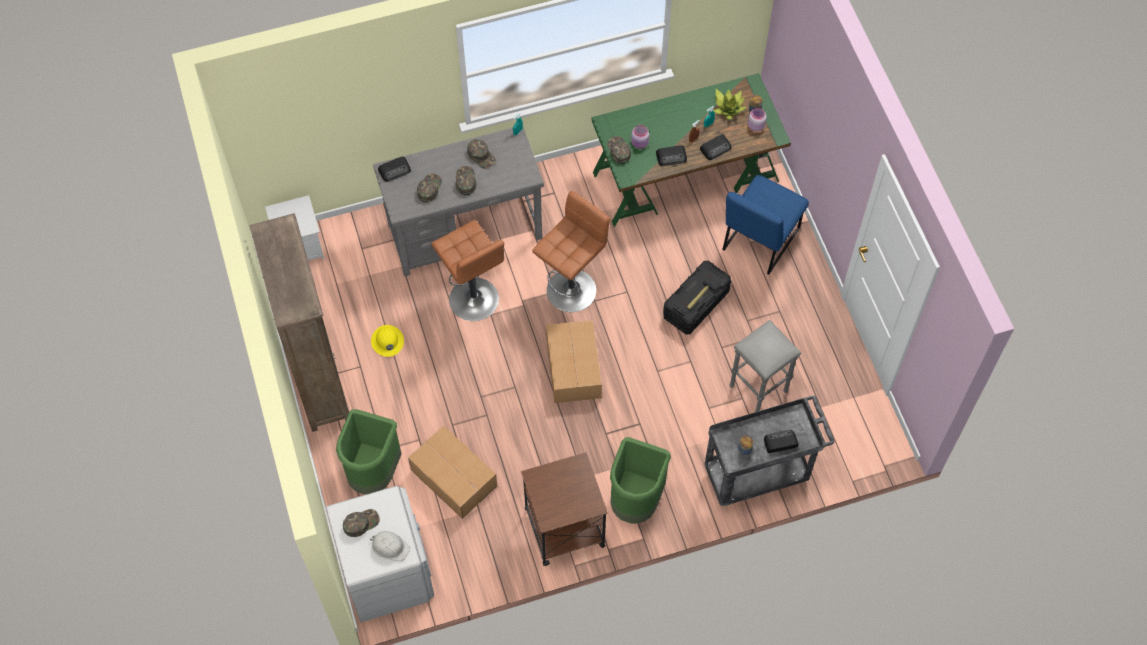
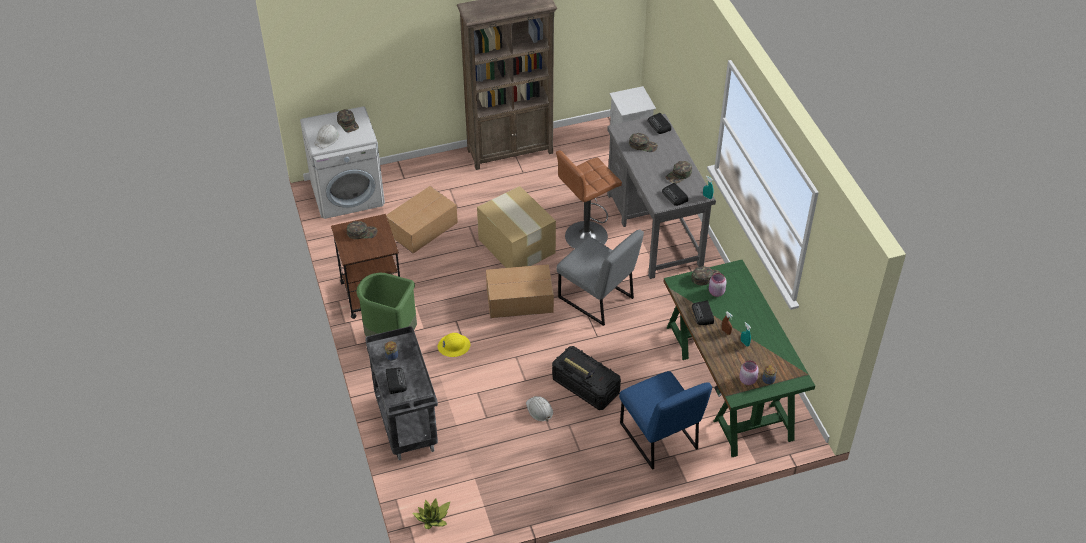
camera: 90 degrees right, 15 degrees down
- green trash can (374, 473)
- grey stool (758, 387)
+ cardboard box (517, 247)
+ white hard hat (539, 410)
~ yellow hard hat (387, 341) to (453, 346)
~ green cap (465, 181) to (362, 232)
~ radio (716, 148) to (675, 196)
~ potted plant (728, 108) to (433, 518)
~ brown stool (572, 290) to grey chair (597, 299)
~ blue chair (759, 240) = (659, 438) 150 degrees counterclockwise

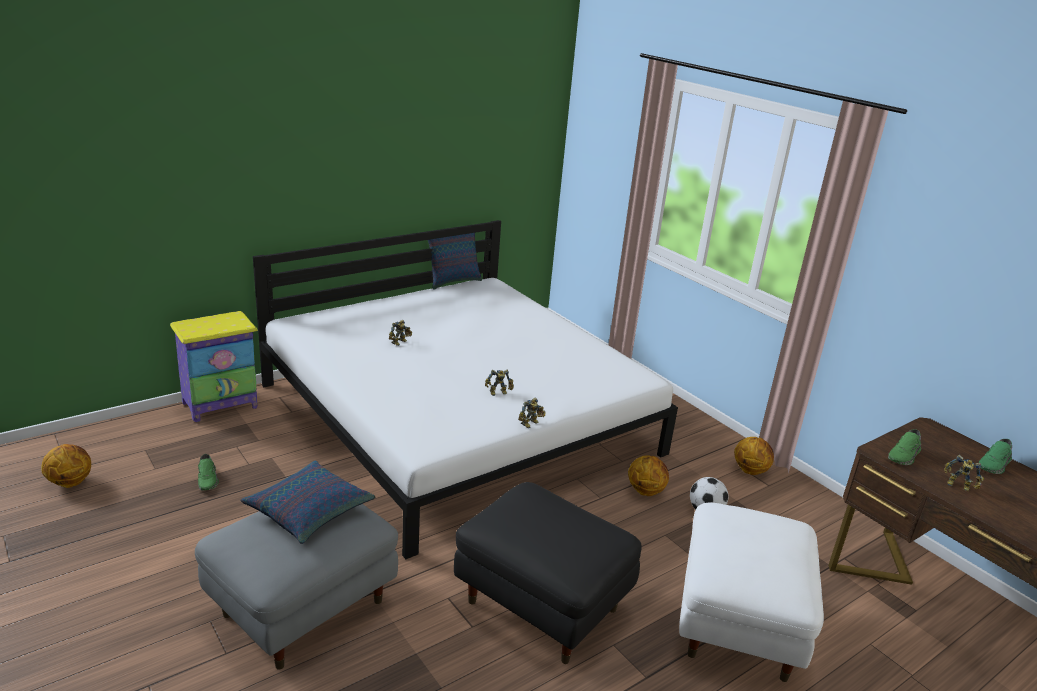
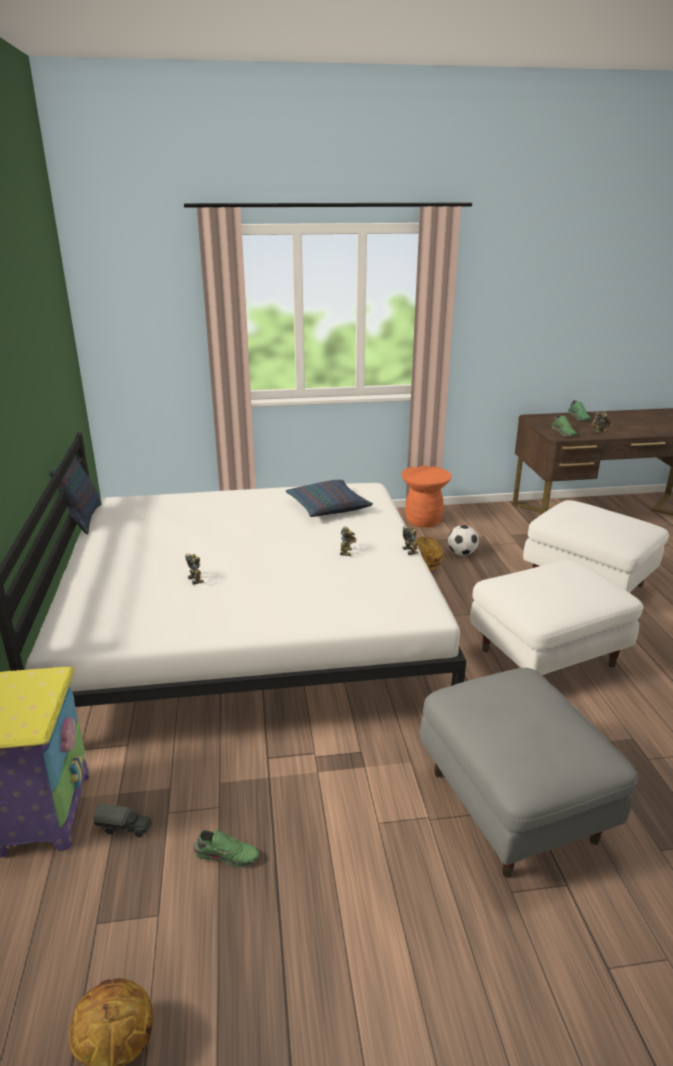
camera: 60 degrees left, 0 degrees up
+ toy truck (125, 828)
~ blue pillow (309, 511) to (327, 507)
~ basketball (750, 470) to orange stool (423, 521)
~ black ottoman (540, 605) to white ottoman (545, 659)

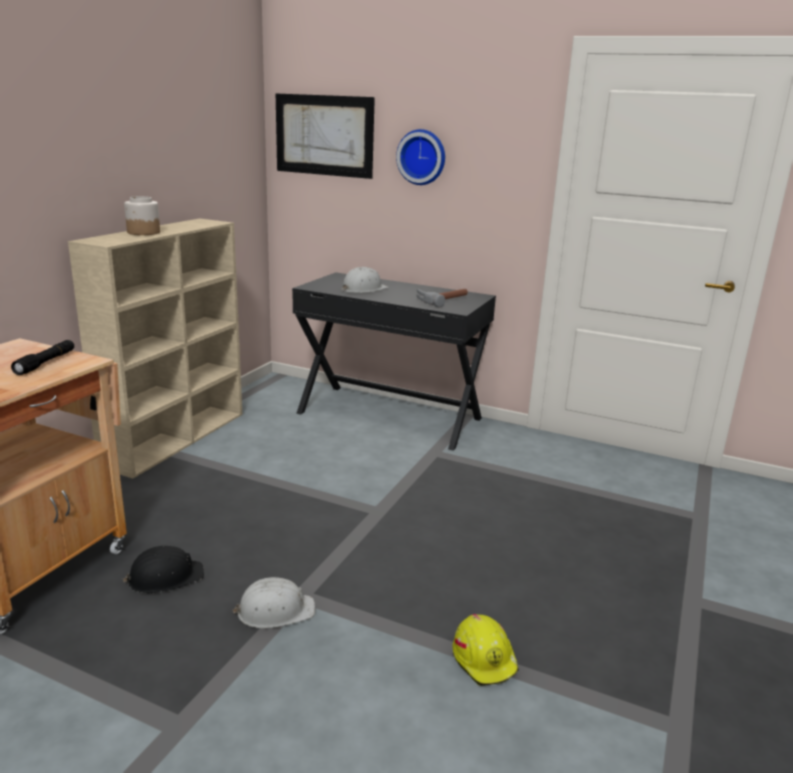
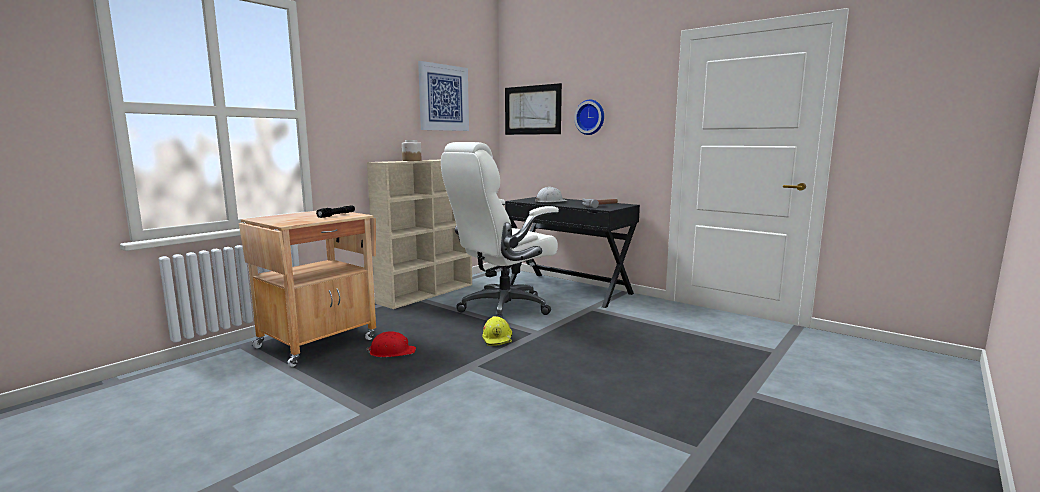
camera: 15 degrees right, 10 degrees down
- white hard hat (275, 611)
+ picture (443, 98)
+ white office chair (502, 308)
~ yellow hard hat (485, 659) to (498, 339)
~ black hard hat (165, 577) to red hard hat (392, 352)

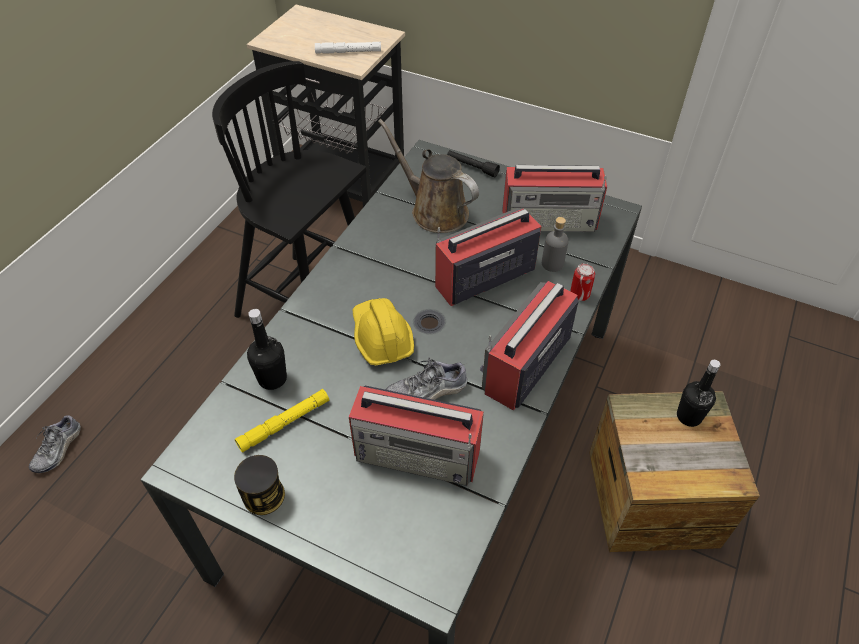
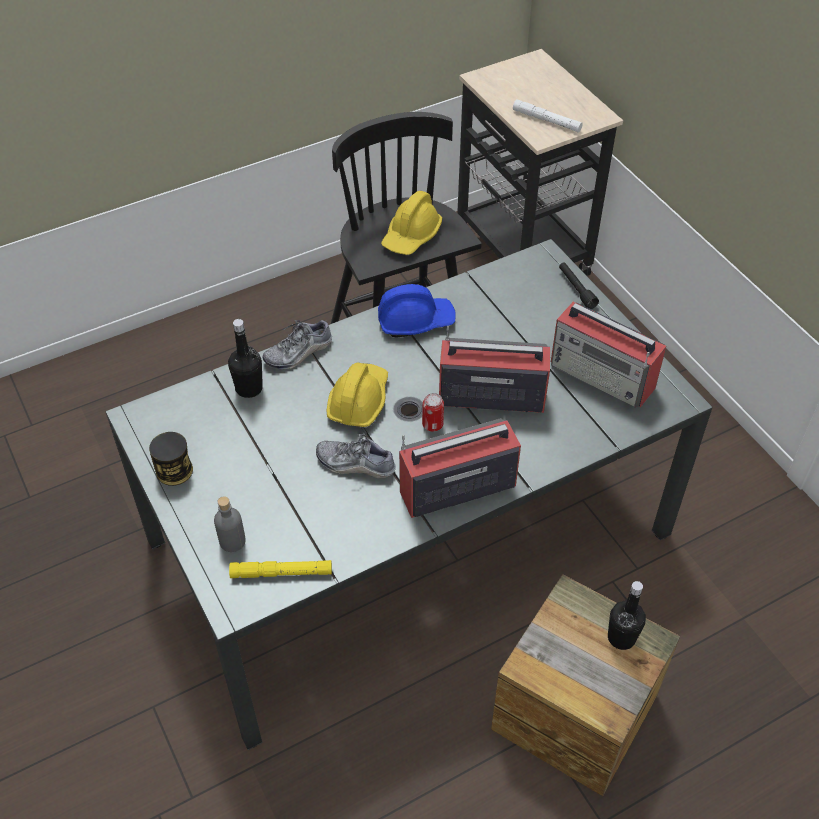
camera: 35 degrees right, 0 degrees up
- radio (418, 455)
- brown watering can (435, 211)
+ blue hard hat (415, 321)
+ yellow hard hat (411, 236)
~ shoe (58, 449) to (298, 352)
~ yellow flashlight (284, 423) to (281, 573)
~ grey bottle (552, 264) to (232, 541)
~ can (579, 294) to (432, 424)

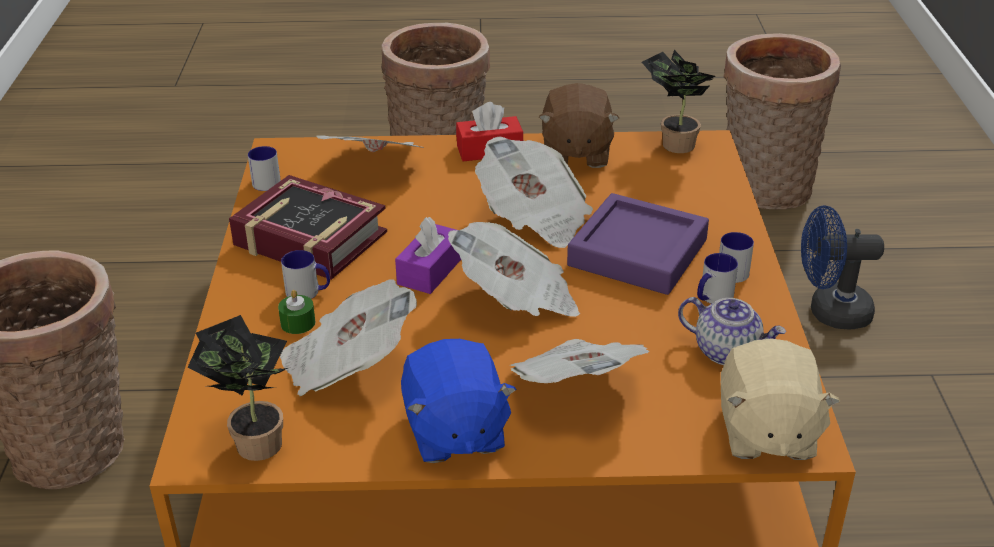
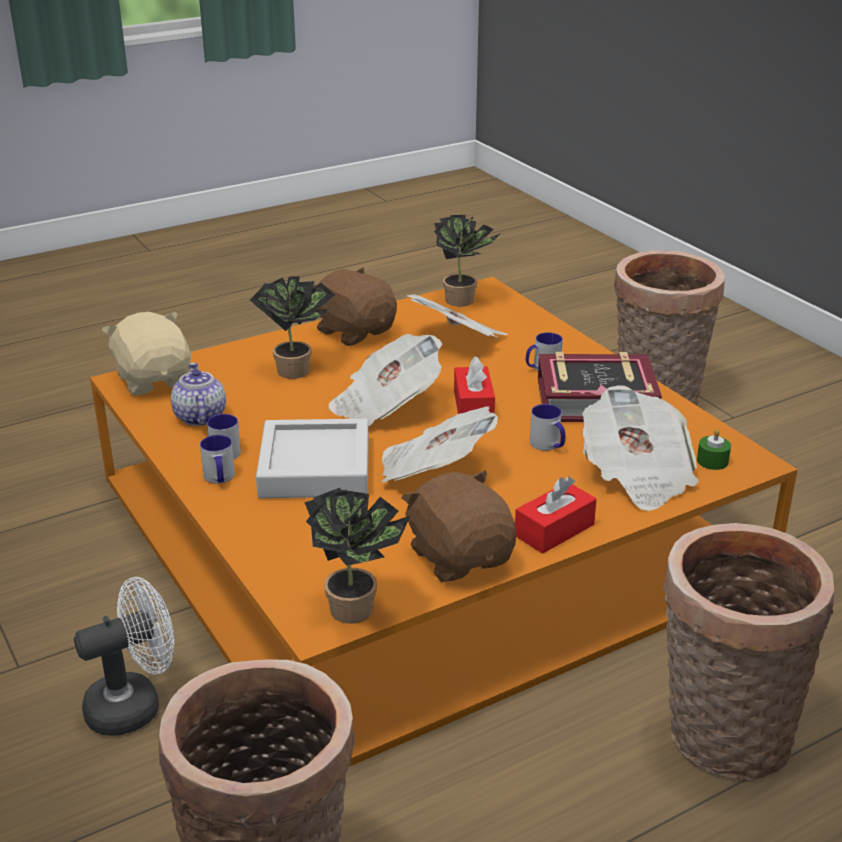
camera: 150 degrees right, 5 degrees down
~ mug (266, 180) to (548, 445)
~ green candle (298, 323) to (712, 461)
~ newspaper (576, 387) to potted plant (297, 369)
~ purple tissue box (430, 270) to red tissue box (473, 406)
~ blue plush toy (454, 432) to brown plush toy (355, 331)
~ purple tray (637, 253) to grey tray (315, 468)
~ blue fan (830, 312) to white fan (135, 705)
~ teapot (727, 351) = (199, 416) 75 degrees clockwise

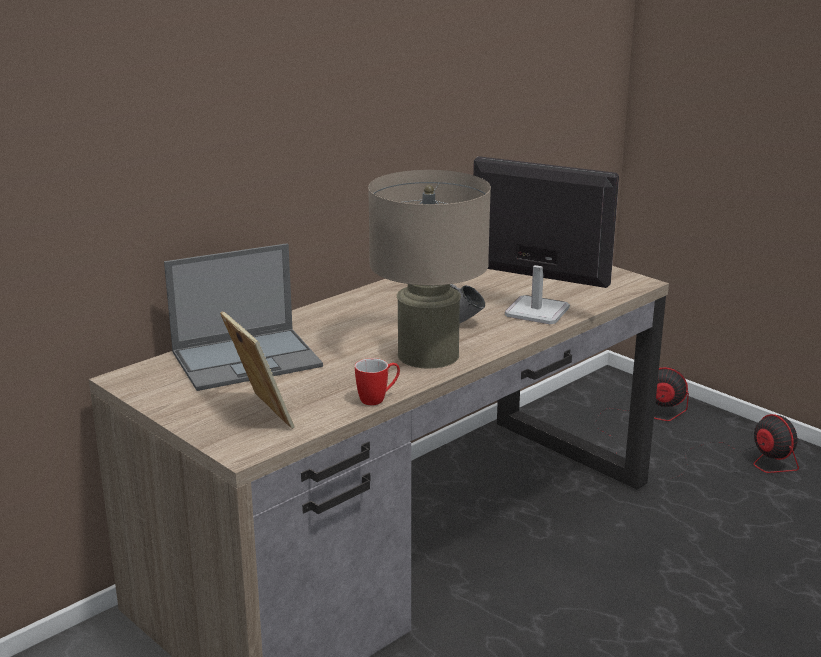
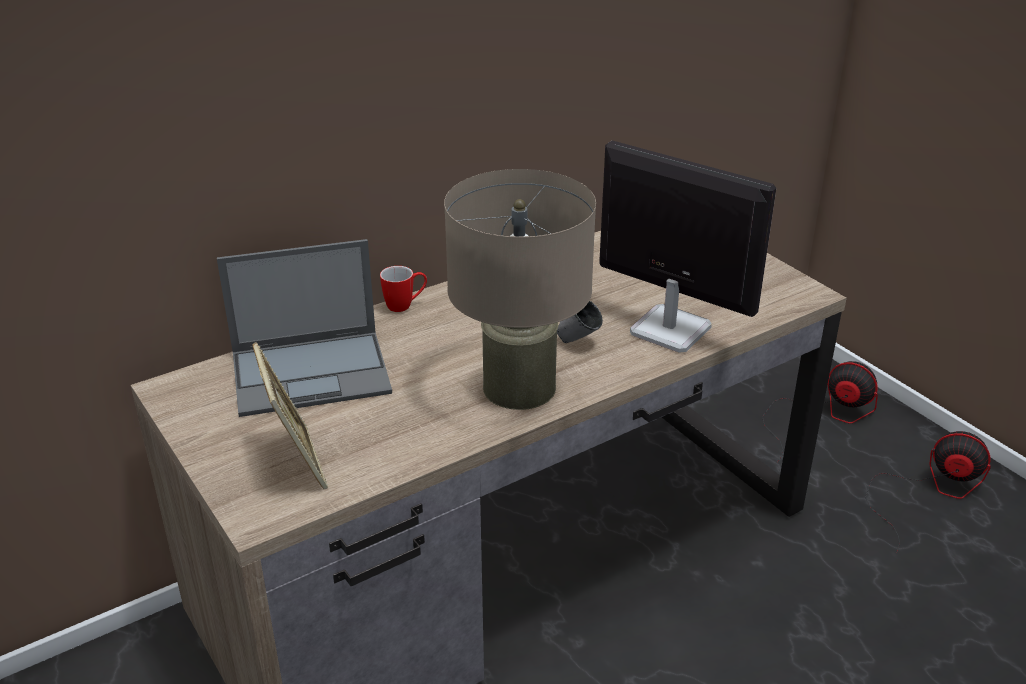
camera: 10 degrees right, 10 degrees up
~ mug (378, 399) to (405, 305)
~ fan (746, 462) = (929, 491) 45 degrees counterclockwise

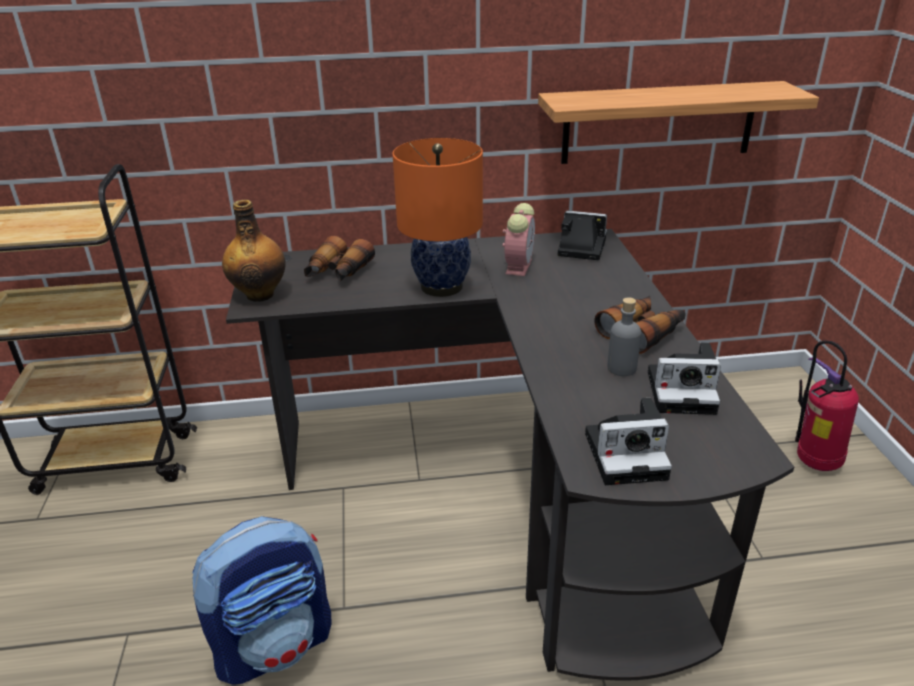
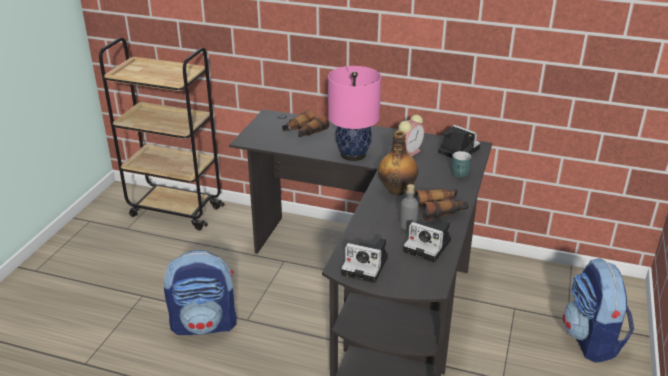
camera: 25 degrees right, 0 degrees up
- shelf (658, 123)
+ turquoise mug (461, 175)
~ bottle (260, 294) to (397, 190)
~ fire extinguisher (813, 462) to backpack (591, 340)
~ orange table lamp (442, 286) to pink table lamp (353, 154)

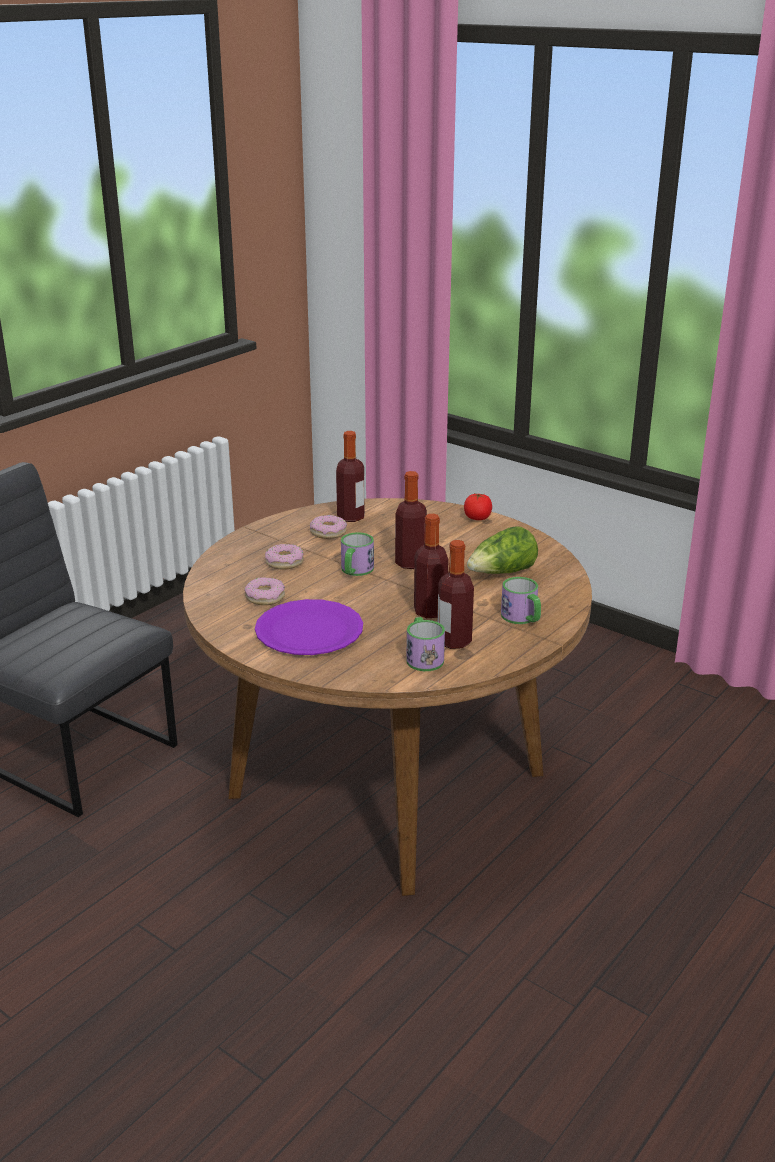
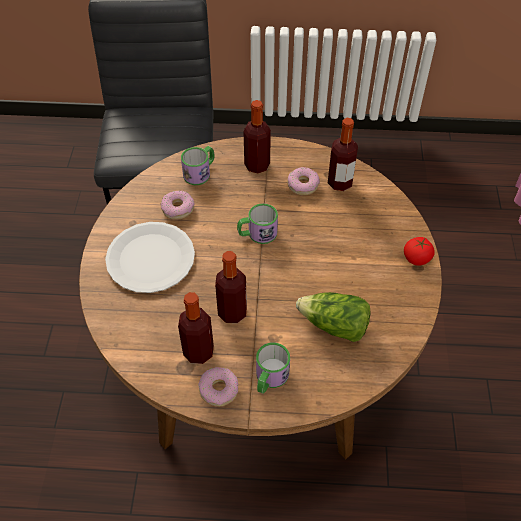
camera: 55 degrees right, 25 degrees up
~ donut (284, 562) to (218, 389)
~ bottle (410, 563) to (257, 165)
~ mug (423, 657) to (200, 172)
~ purple plate (309, 631) to white plate (150, 259)

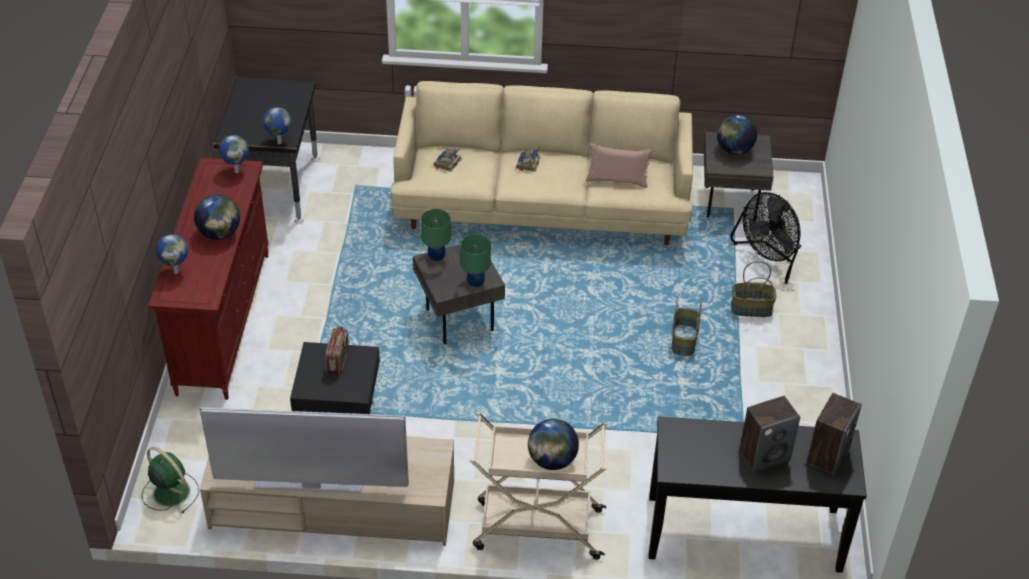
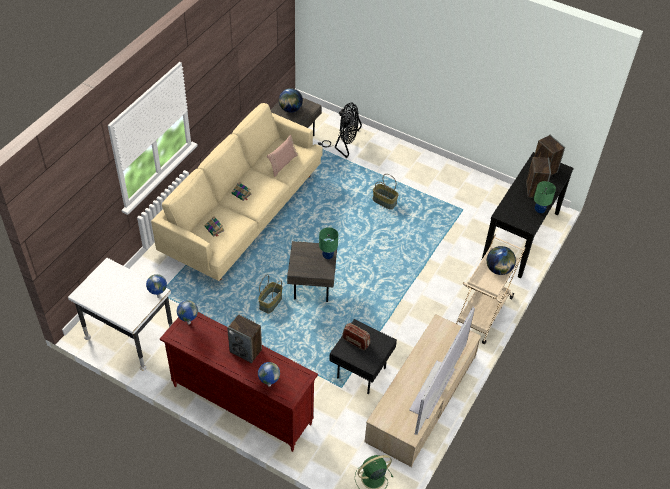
camera: 65 degrees left, 5 degrees up
~ green table lamp (436, 257) to (540, 210)
~ basket (751, 309) to (271, 303)
~ globe (219, 233) to speaker (246, 350)
~ black desk (275, 187) to white desk (129, 335)
~ black fan (768, 255) = (343, 143) 60 degrees counterclockwise

